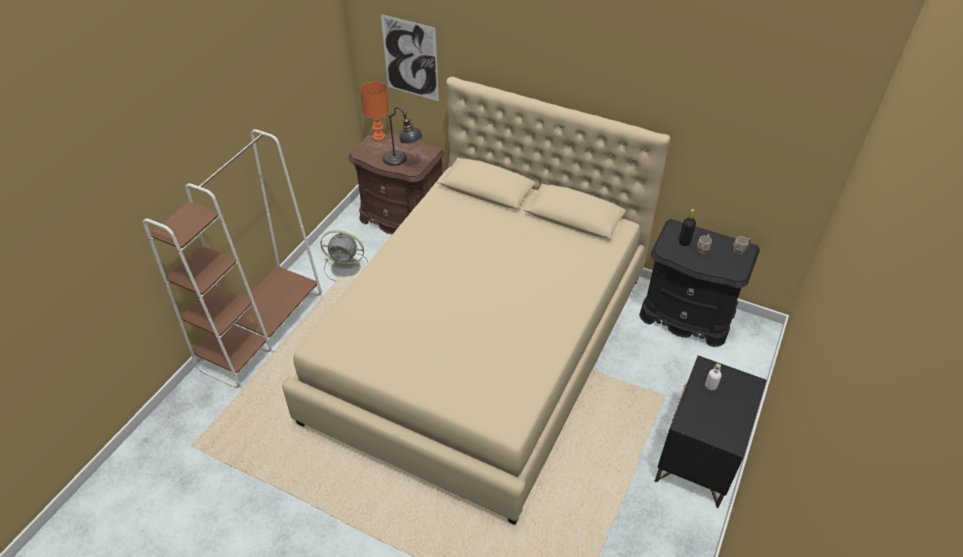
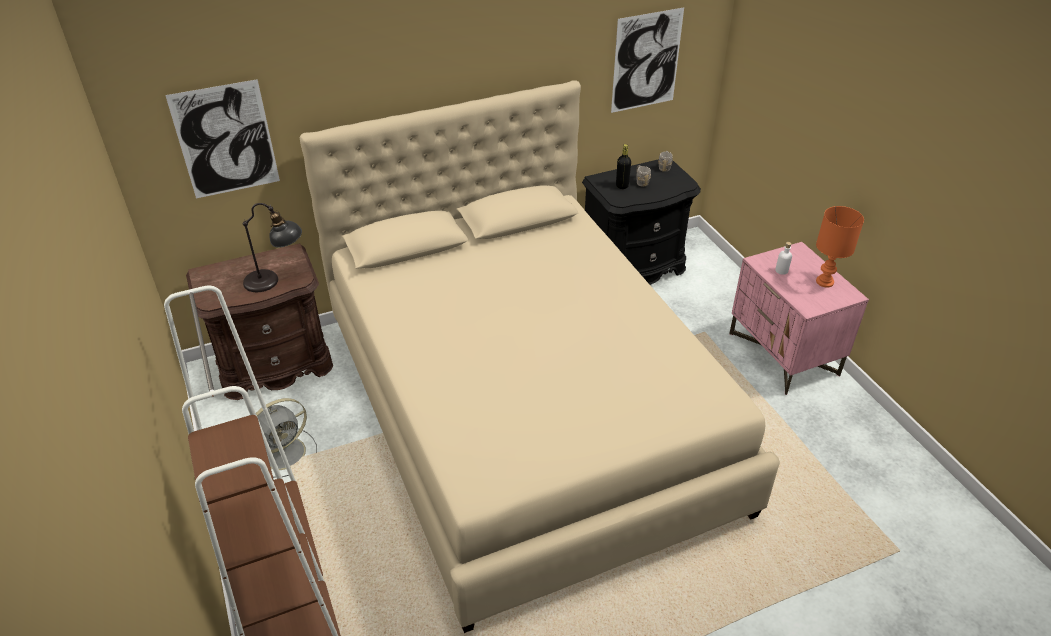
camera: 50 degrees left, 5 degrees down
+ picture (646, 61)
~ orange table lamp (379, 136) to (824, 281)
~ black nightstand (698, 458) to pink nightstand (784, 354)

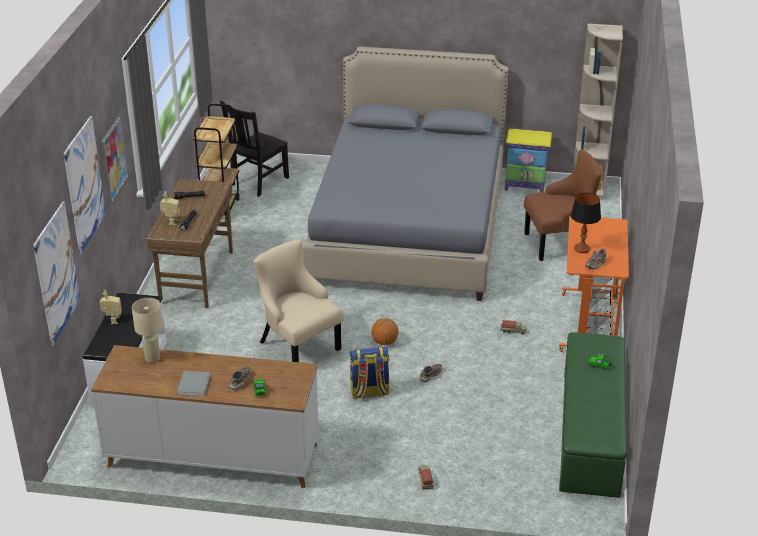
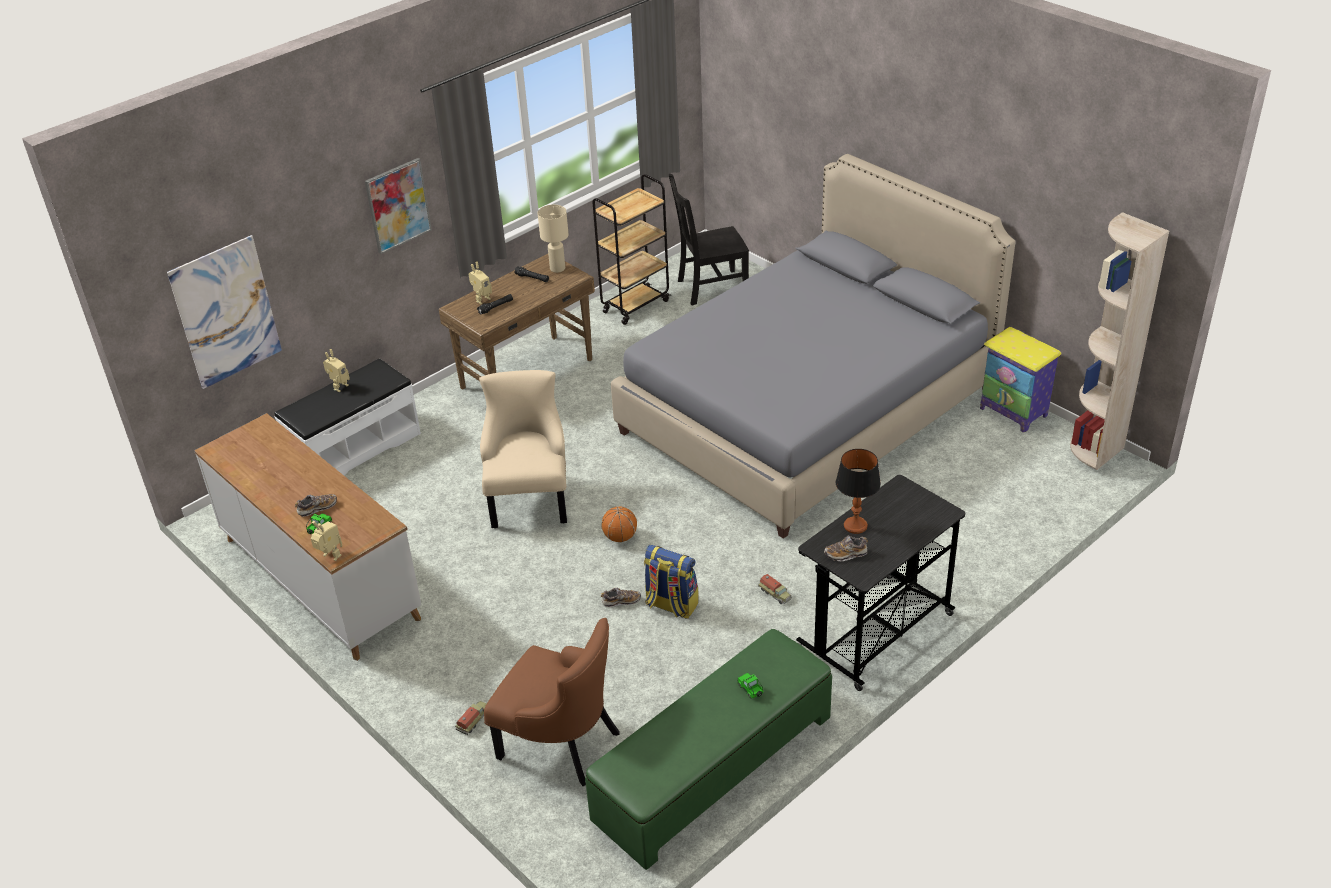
camera: 40 degrees right, 5 degrees up
- picture (84, 185)
- grey book (194, 384)
+ toy robot (330, 557)
~ beige table lamp (152, 358) to (557, 268)
~ backpack (369, 392) to (671, 605)
~ brown chair (557, 244) to (558, 743)
~ orange desk (589, 325) to black desk (875, 632)

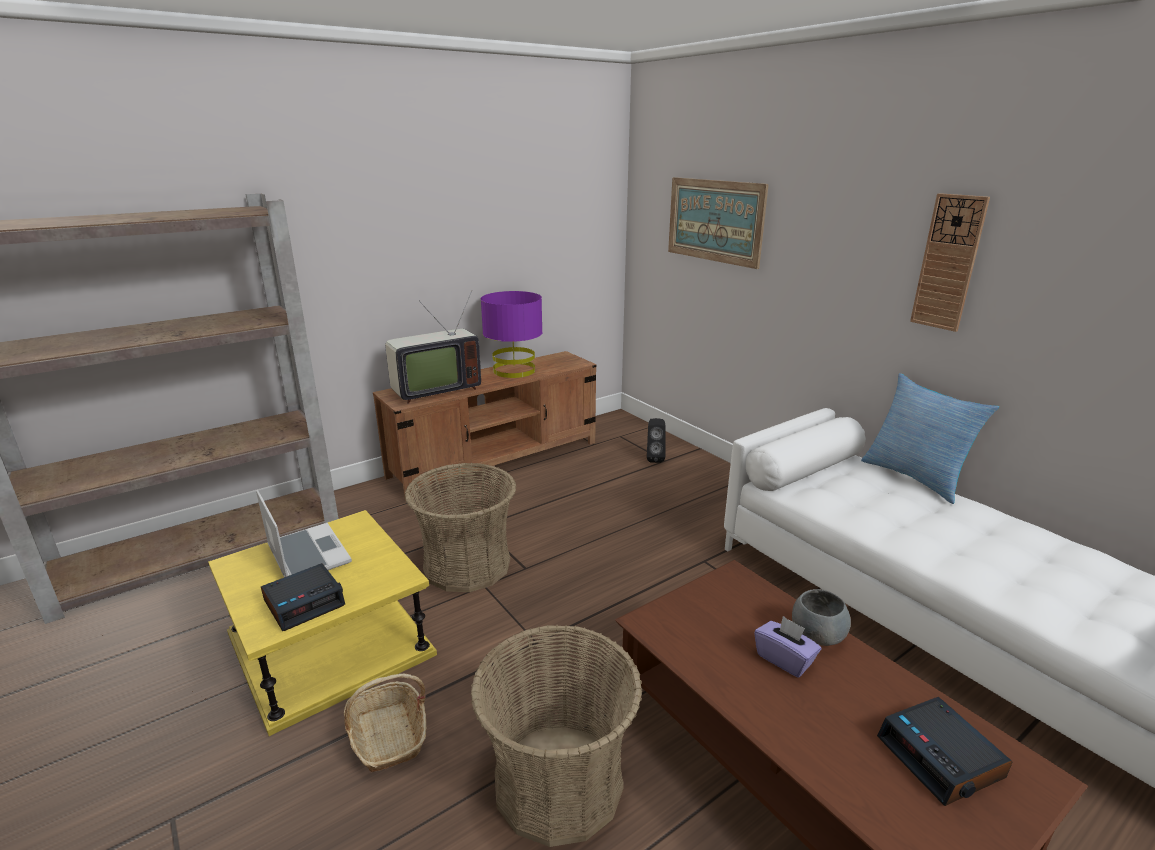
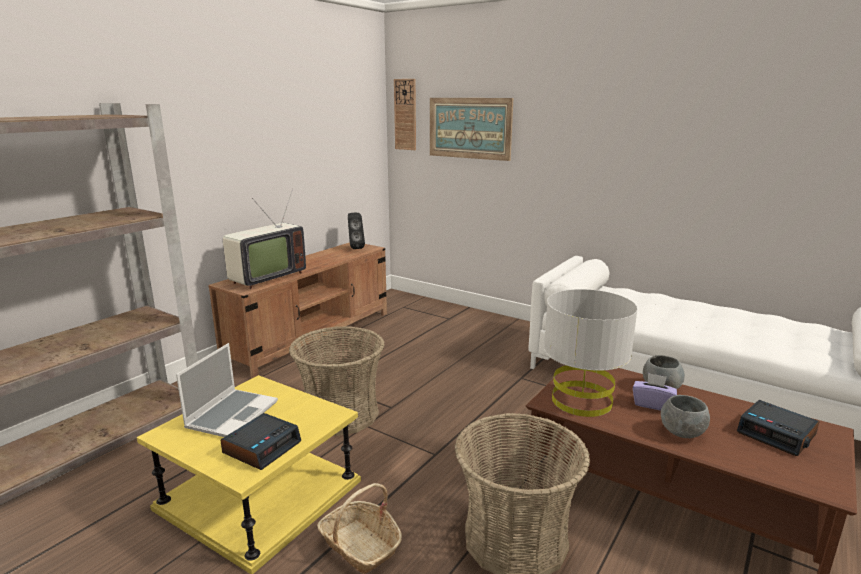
camera: 20 degrees left, 5 degrees down
- purple table lamp (514, 370)
- pillow (915, 477)
+ grey table lamp (582, 400)
+ grey bowl (681, 432)
~ black speaker (654, 458) to (355, 248)
~ wall clock (948, 263) to (405, 114)
~ laptop (307, 554) = (232, 414) 75 degrees clockwise

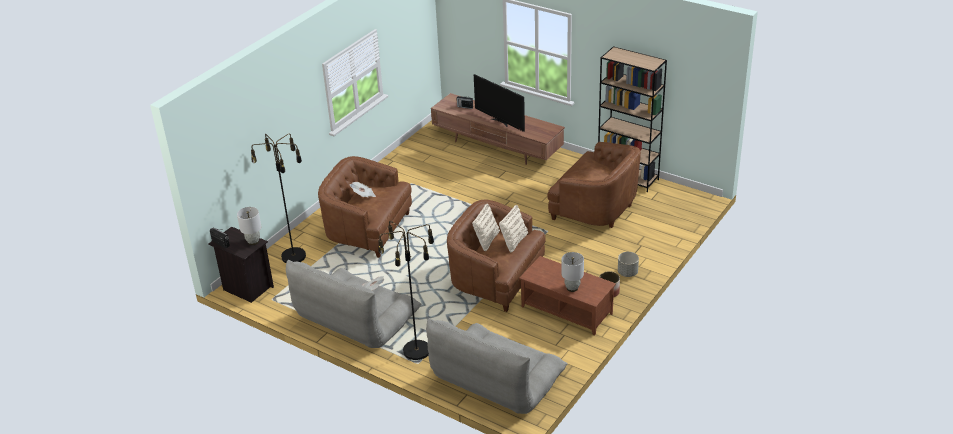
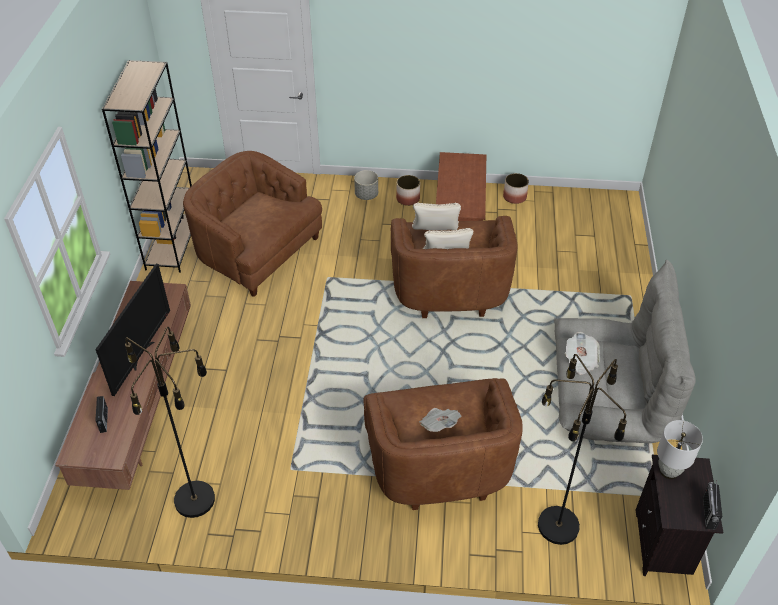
camera: 120 degrees left, 10 degrees up
- grey sofa (496, 377)
- white table lamp (572, 288)
+ planter (515, 197)
~ floor lamp (416, 351) to (195, 500)
~ brown armchair (595, 208) = (256, 252) 60 degrees counterclockwise

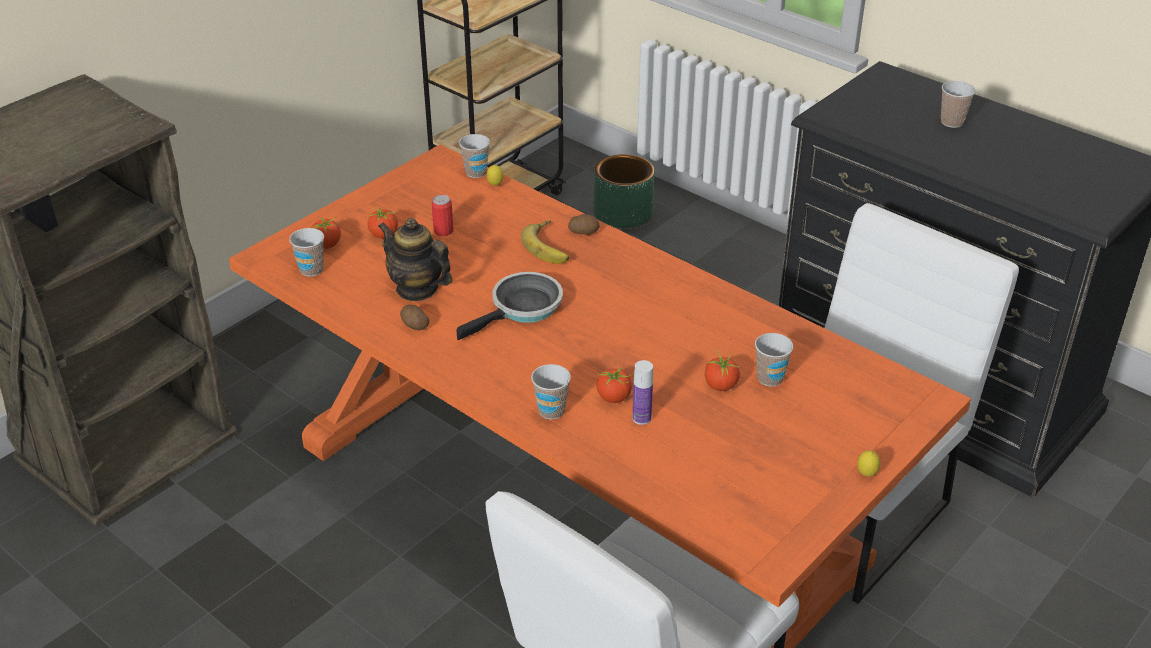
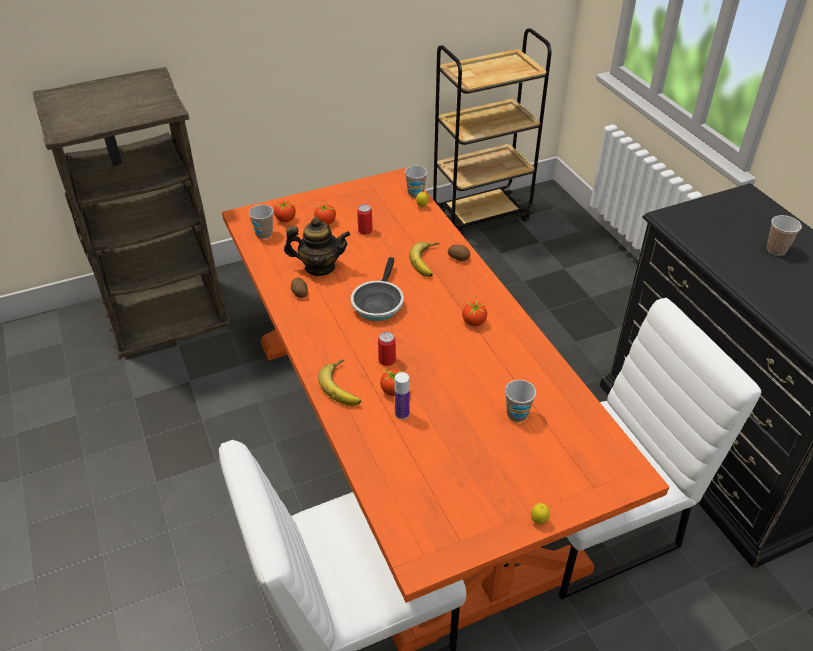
camera: 25 degrees right, 5 degrees up
- green planter (623, 214)
+ can (387, 360)
~ tomato (720, 385) to (474, 322)
~ cup (551, 411) to banana (344, 386)
~ teapot (417, 289) = (319, 267) 120 degrees clockwise
~ frying pan (522, 308) = (378, 303) 120 degrees clockwise

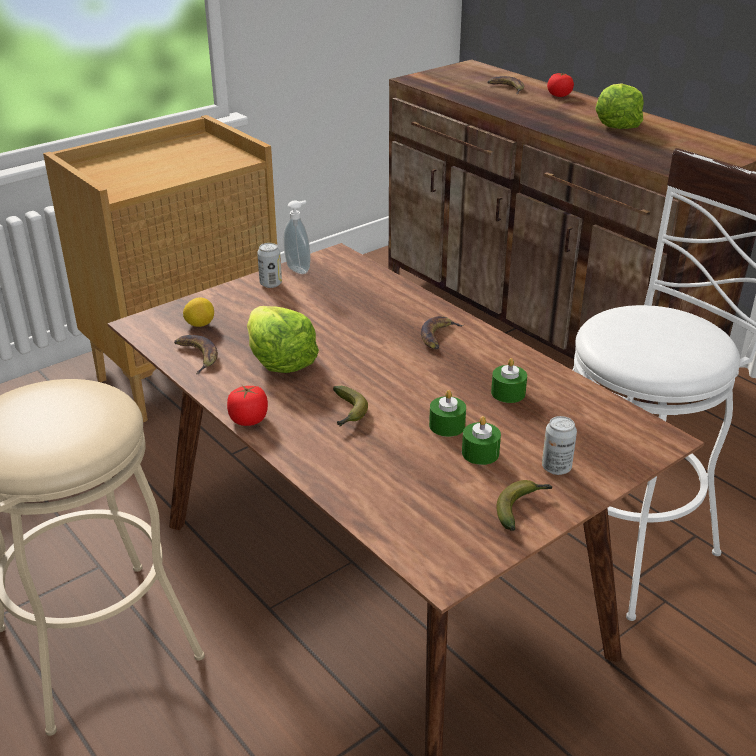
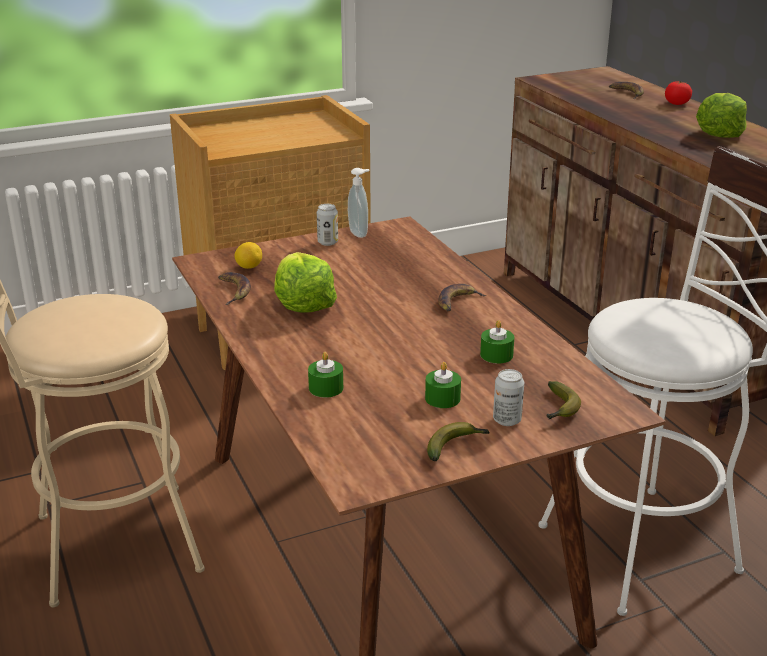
camera: 15 degrees right, 5 degrees down
- tomato (249, 419)
~ banana (348, 413) to (559, 409)
~ green candle (447, 426) to (326, 388)

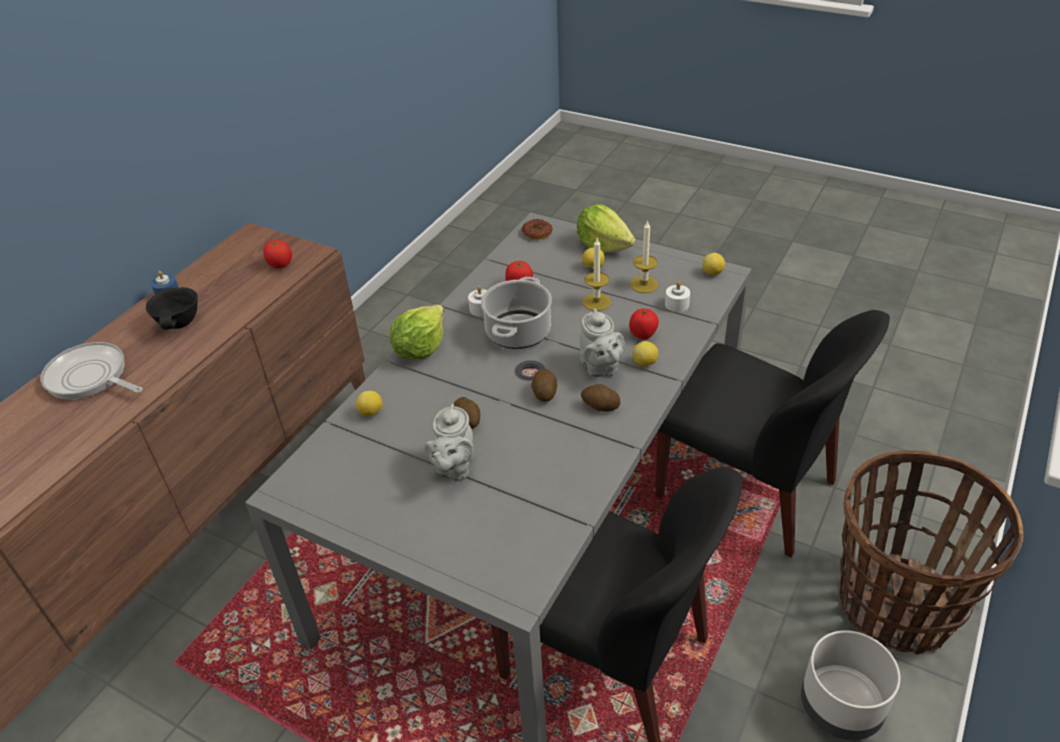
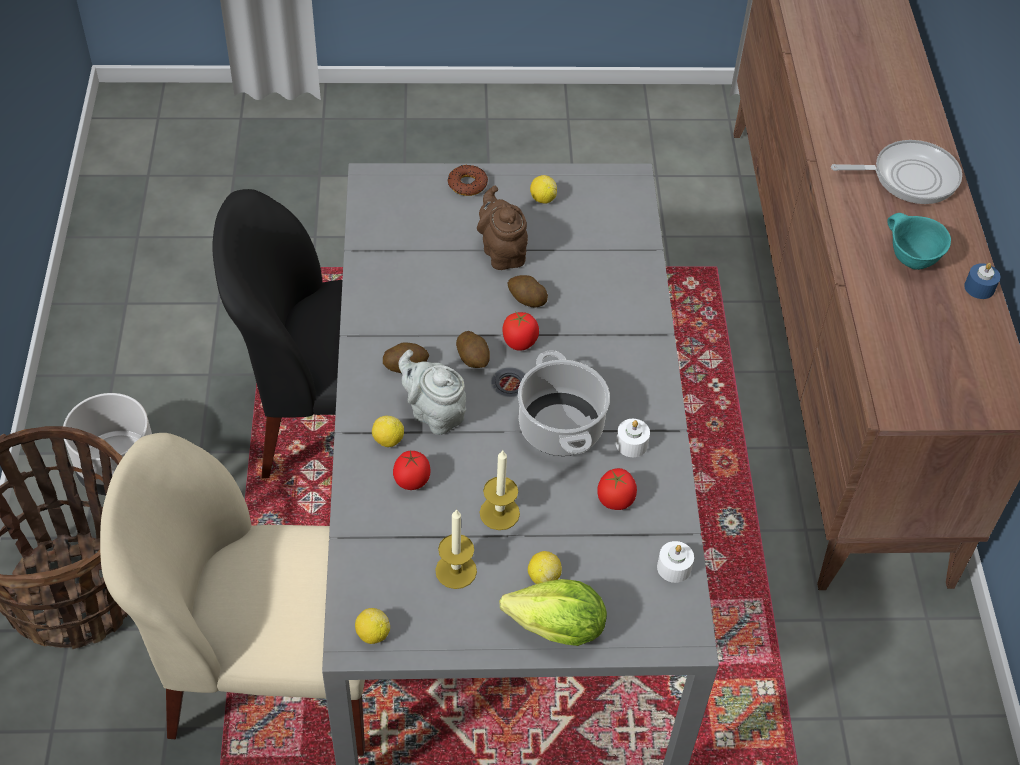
camera: 145 degrees right, 10 degrees up
- lettuce (420, 349)
~ tomato (280, 265) to (520, 342)
~ lemon (371, 413) to (542, 199)
~ donut (537, 233) to (467, 184)
~ white candle (677, 304) to (674, 567)
~ black bowl (180, 324) to turquoise bowl (911, 259)
~ grey teapot (453, 468) to brown teapot (502, 252)
~ black chair (750, 490) to beige chair (273, 675)

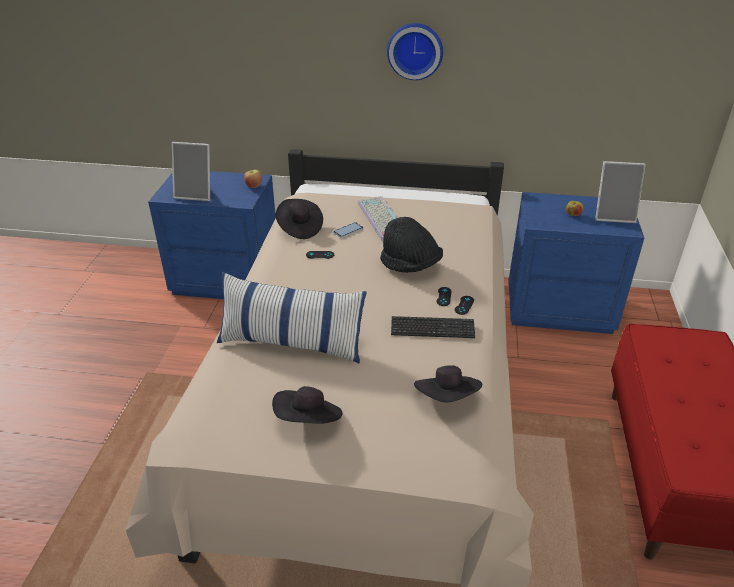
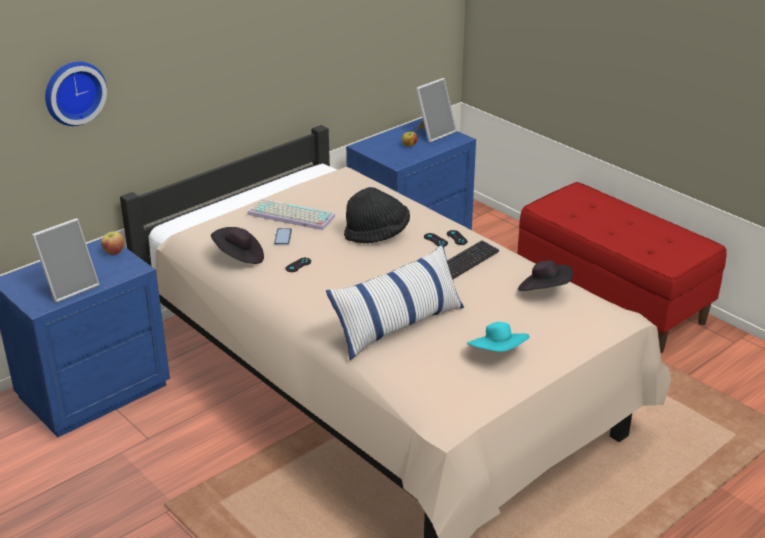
camera: 50 degrees left, 5 degrees down
~ wall clock (415, 50) to (73, 92)
~ black hat (308, 420) to turquoise hat (498, 354)

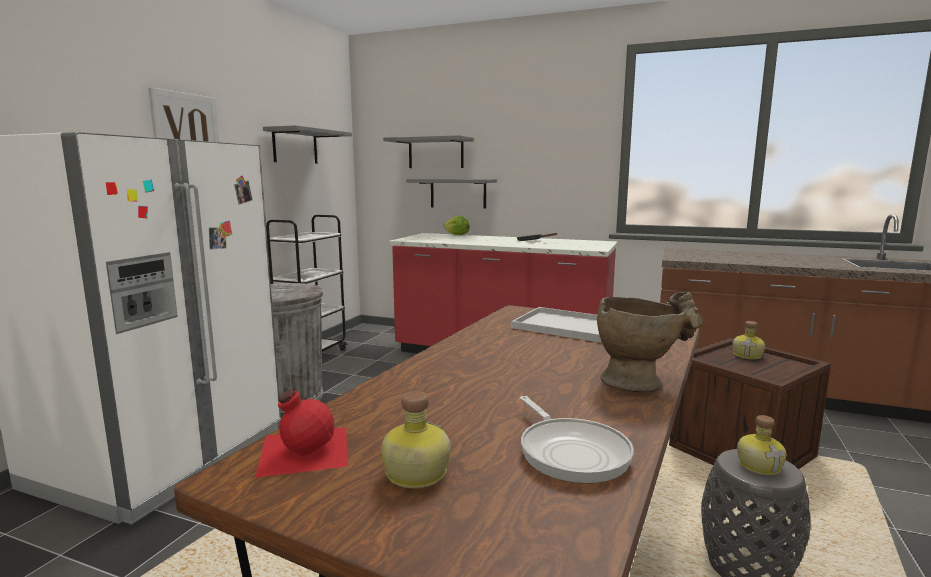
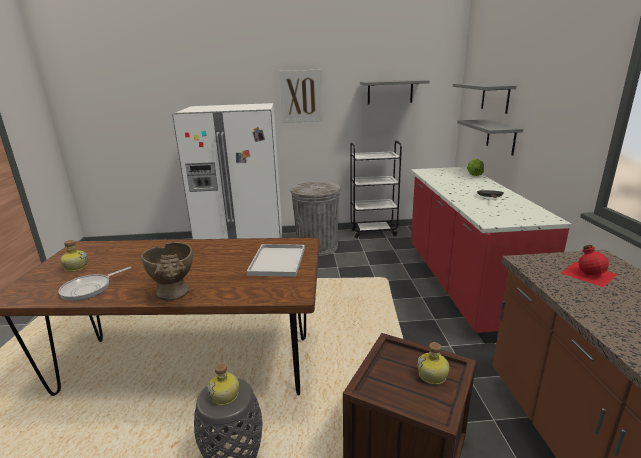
camera: 65 degrees right, 10 degrees up
~ red bottle (303, 449) to (588, 273)

